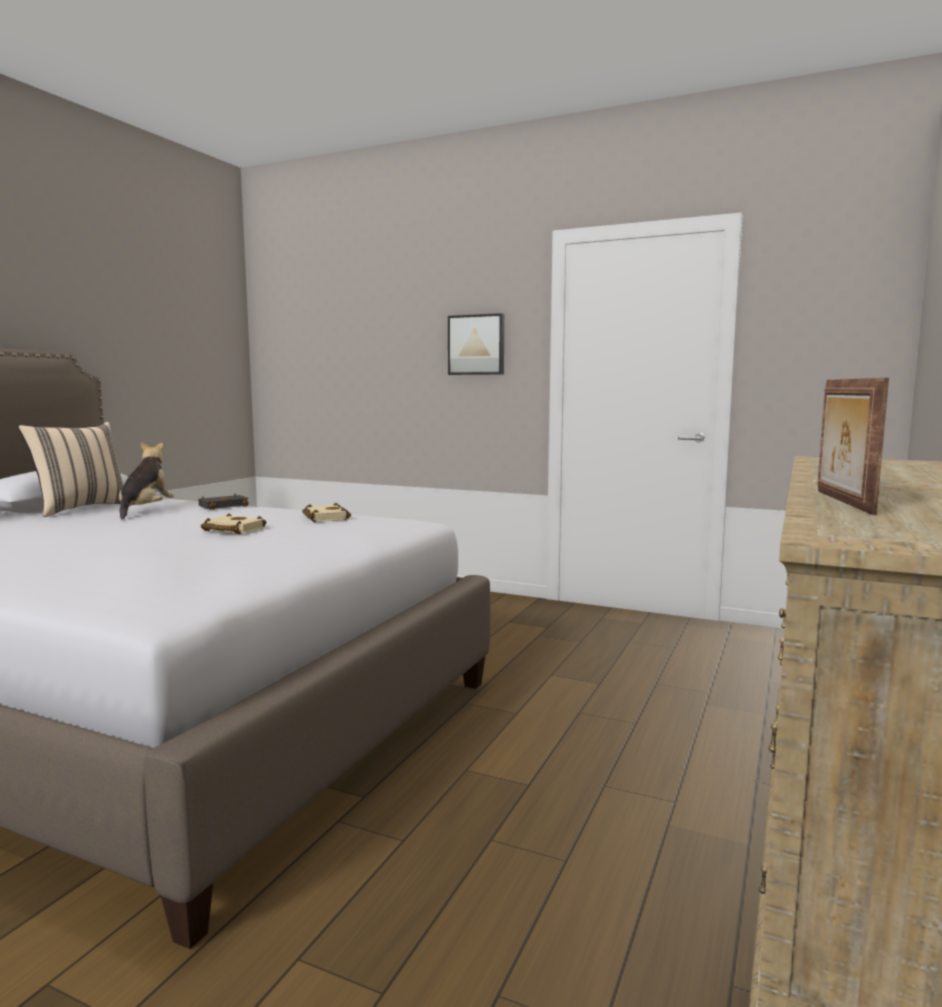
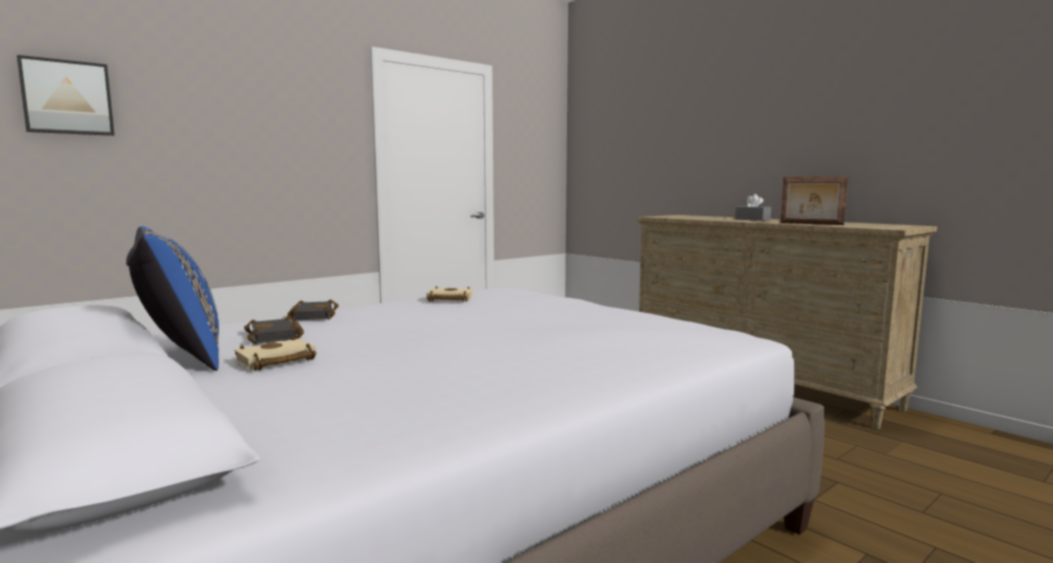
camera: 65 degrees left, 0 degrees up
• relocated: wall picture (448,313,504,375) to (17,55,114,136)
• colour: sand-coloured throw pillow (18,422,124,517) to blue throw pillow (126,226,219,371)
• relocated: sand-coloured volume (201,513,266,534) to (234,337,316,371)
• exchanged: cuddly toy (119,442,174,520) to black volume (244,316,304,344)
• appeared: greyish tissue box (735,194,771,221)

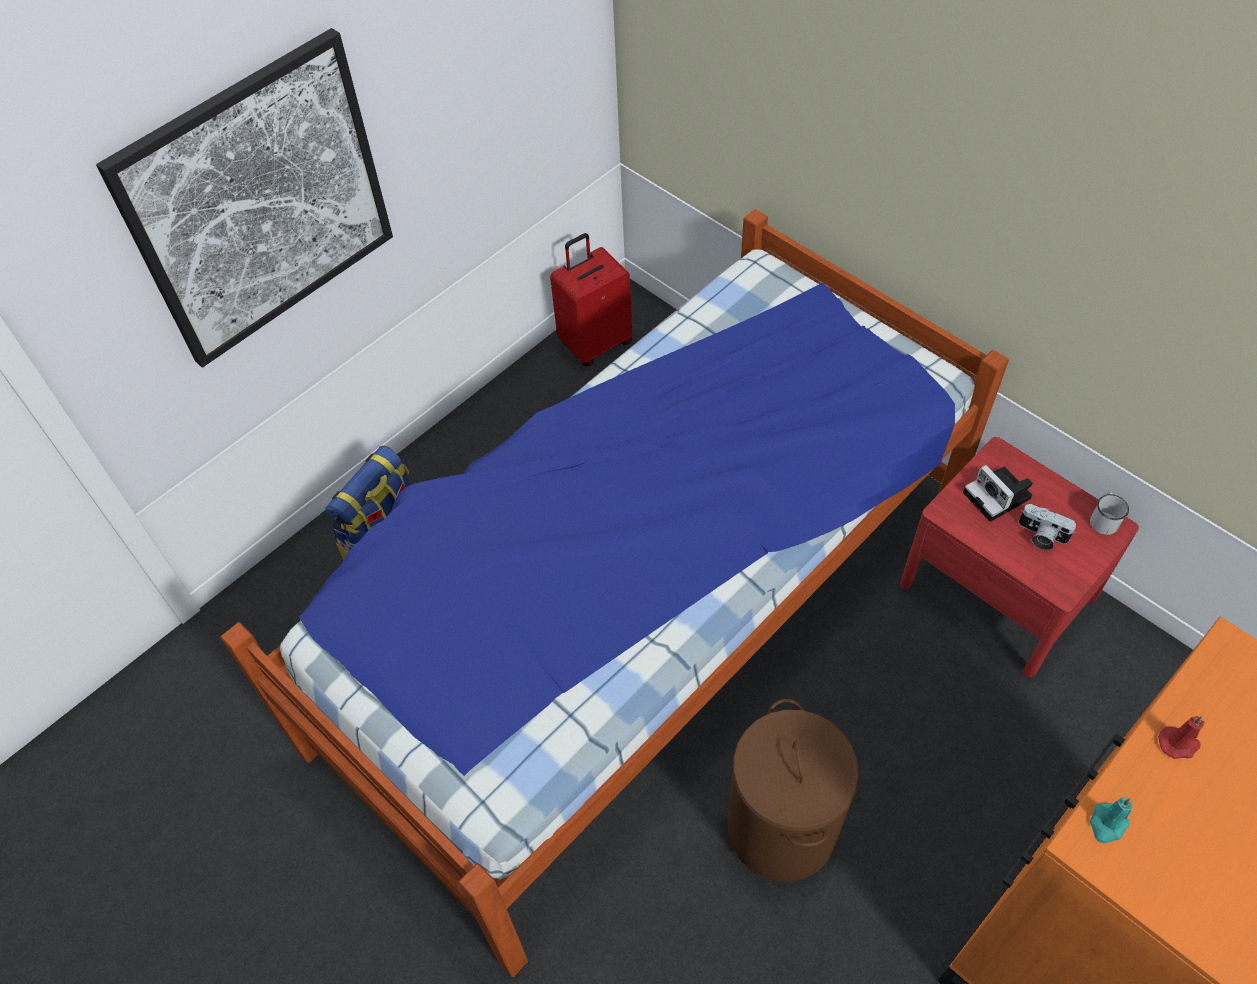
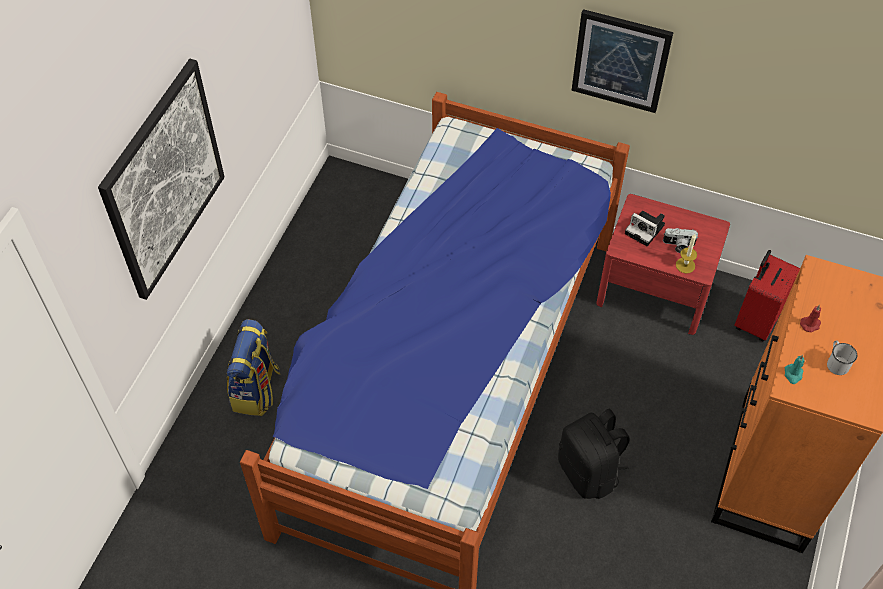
camera: 25 degrees left, 0 degrees up
• exchanged: brownish washing basket (727,699,859,882) to black knapsack (558,409,630,499)
• appeared: wall picture (571,9,674,113)
• appeared: candle (676,234,697,274)
• relocated: red suitcase (550,233,632,366) to (734,250,800,341)
• relocated: whitish coffee mug (1090,492,1129,535) to (827,341,857,375)

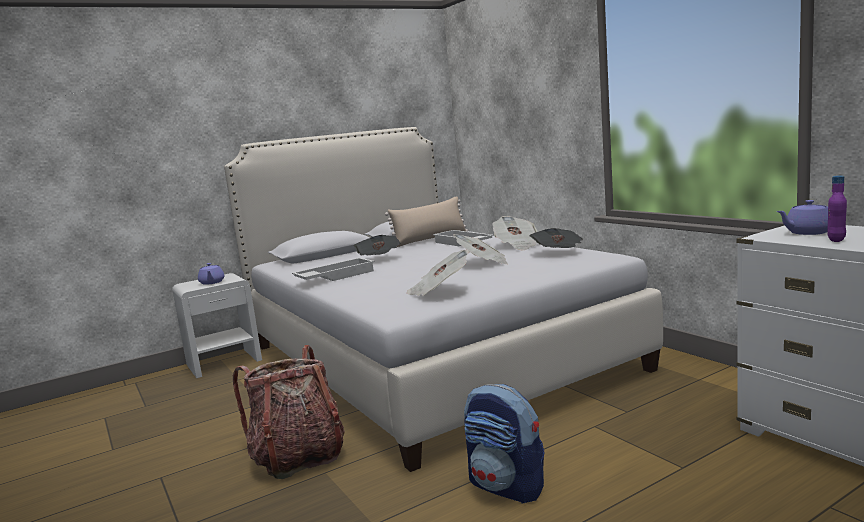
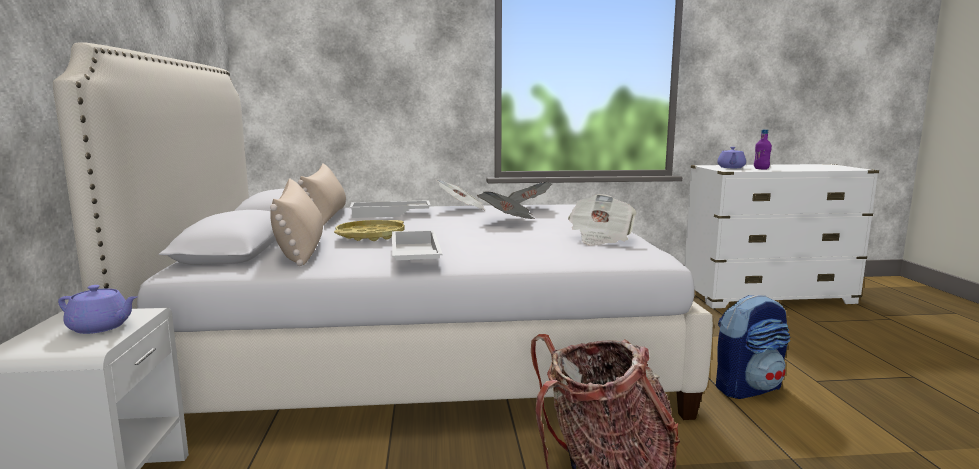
camera: 65 degrees left, 0 degrees up
• appeared: sand-coloured throw pillow (270,178,323,266)
• exchanged: daily paper (354,235,401,255) to yellow-coloured carrying tray (334,220,405,241)

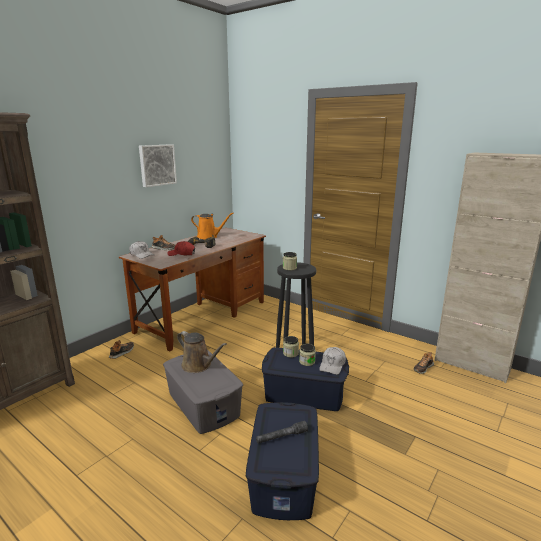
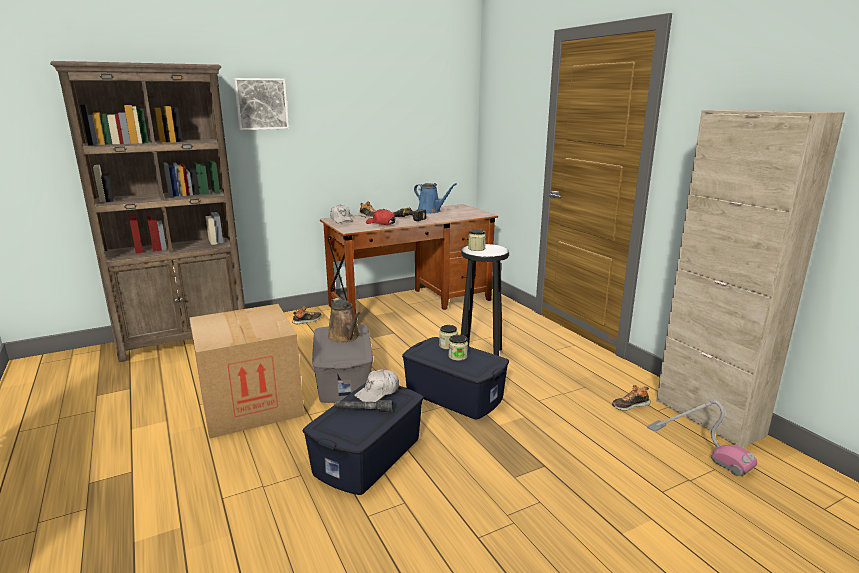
camera: 25 degrees right, 0 degrees up
• appeared: carton (189,304,304,439)
• relocated: wall picture (139,144,177,187) to (234,78,289,130)
• relocated: whitish peaked cap (319,347,346,375) to (354,369,399,402)
• colour: orange-coloured watering pot (191,213,233,239) to blue watering pot (414,183,457,213)
• appeared: vacuum (647,400,757,477)

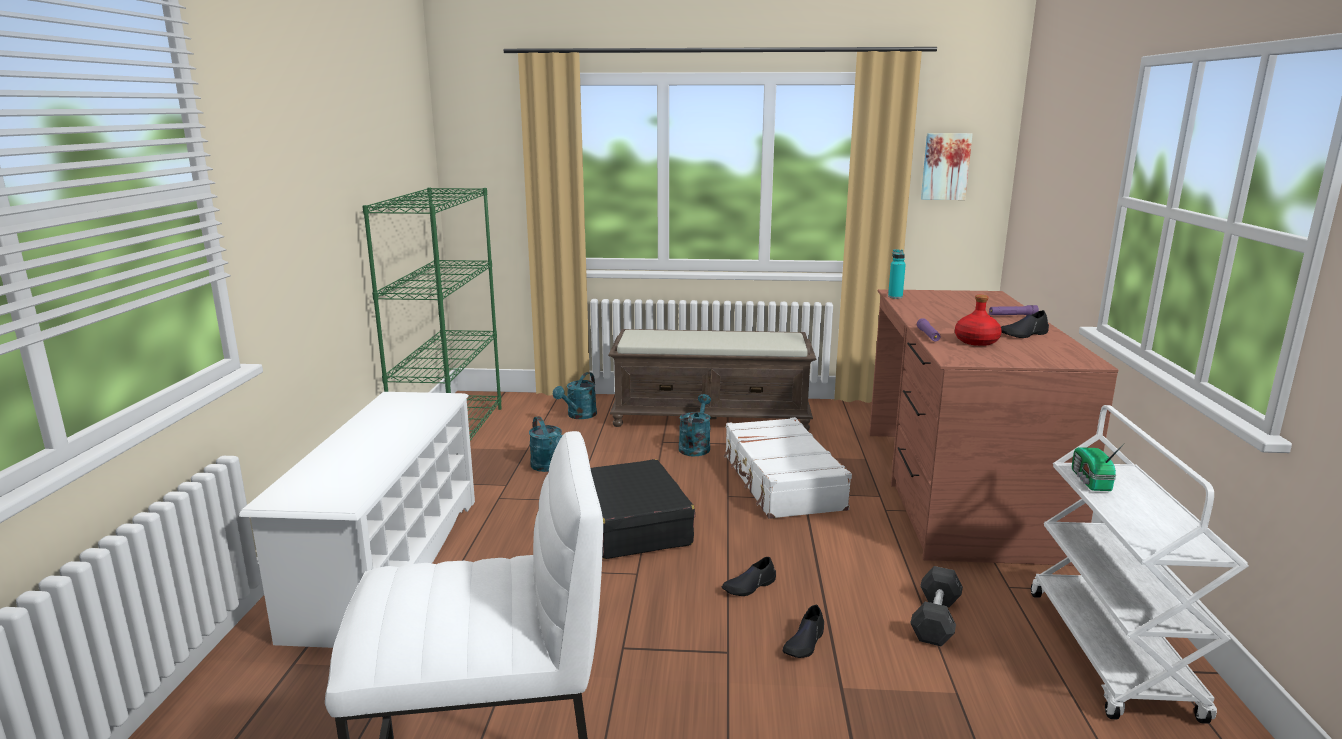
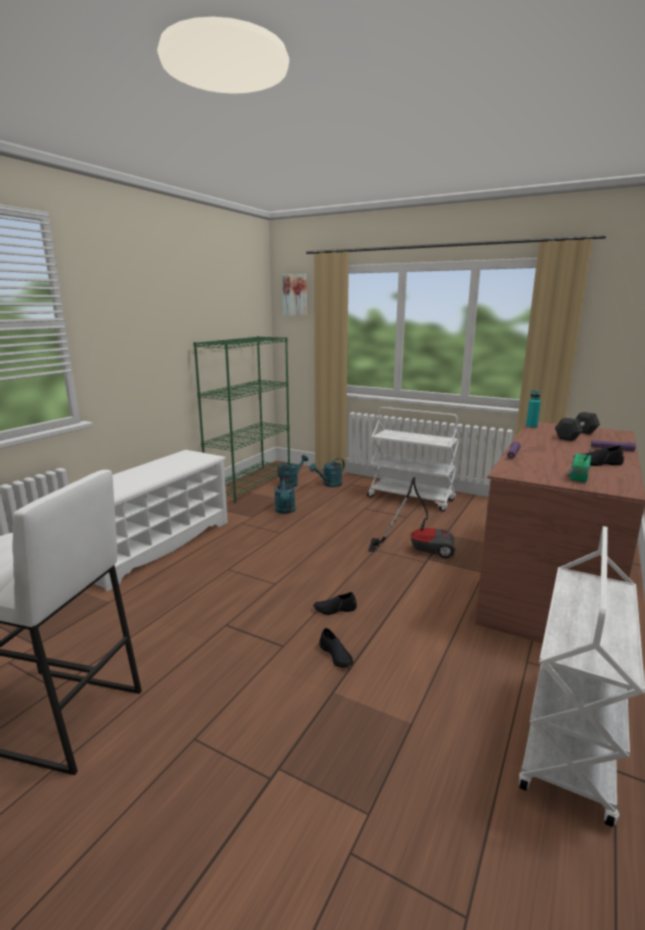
camera: 25 degrees right, 0 degrees up
• relocated: blue-green watering pot (678,394,711,456) to (278,455,308,487)
• relocated: wall picture (921,133,973,200) to (282,274,307,316)
• spun: black shoe (783,605,824,658) = (319,628,353,668) 90 degrees counterclockwise
• exchanged: brownish bench (608,329,816,431) to whitish trolley (367,407,460,512)
• exchanged: whitish suitcase (723,417,852,519) to vacuum (368,477,455,559)
• relocated: greyish hand weight (910,566,963,646) to (555,412,600,441)
• relocated: radio set (1072,444,1124,491) to (568,446,593,482)
• missing: black suitcase (590,459,695,559)
• missing: red beverage bottle (955,295,1002,346)

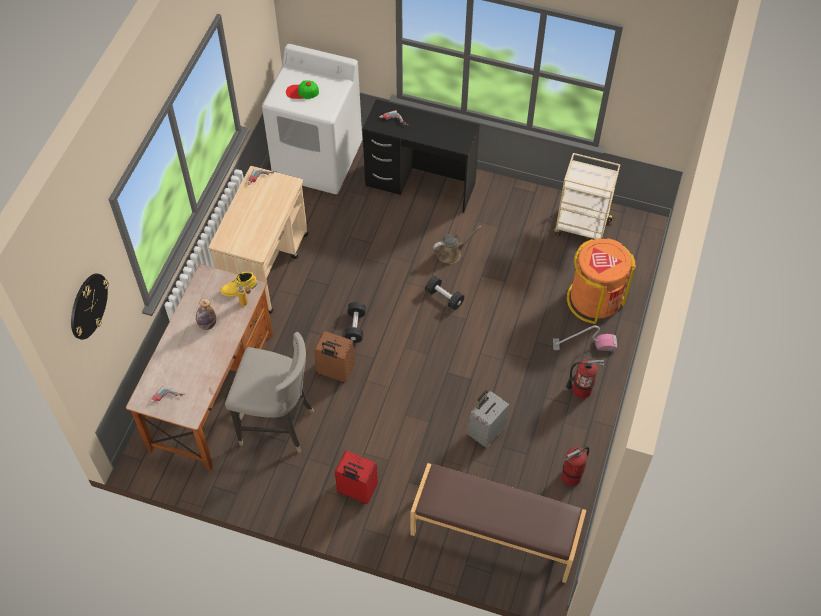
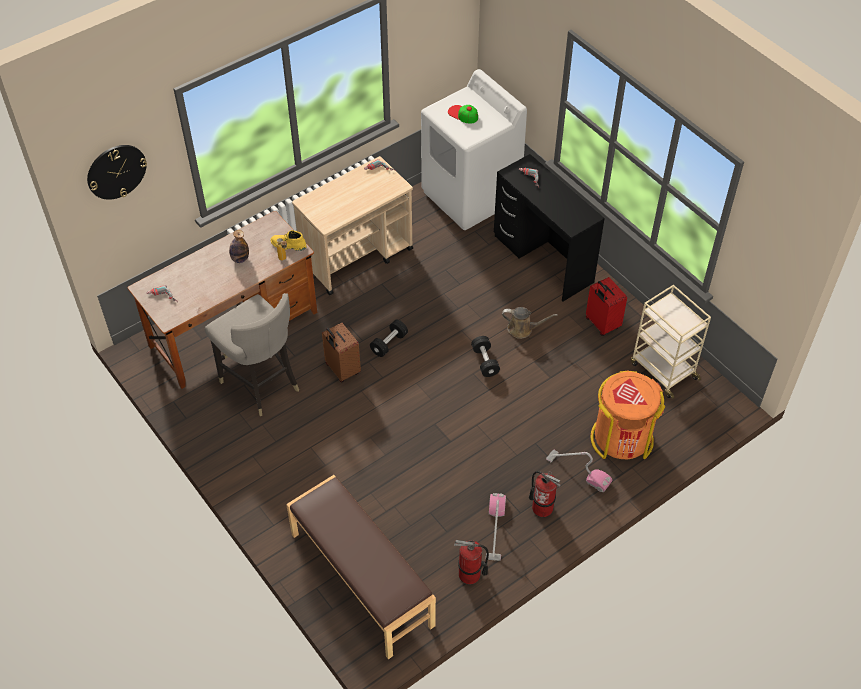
camera: 35 degrees right, 5 degrees down
• appeared: vacuum (486,493,506,561)
• relocated: red suitcase (335,451,378,504) to (586,277,627,336)
• missing: greyish suitcase (468,390,510,448)

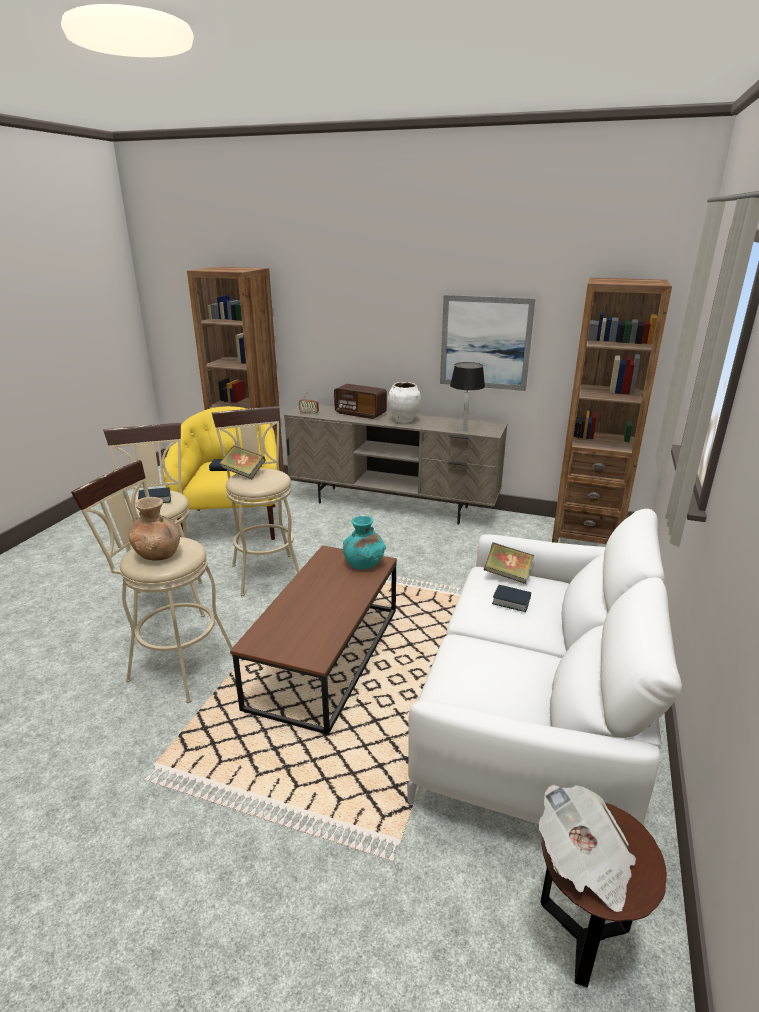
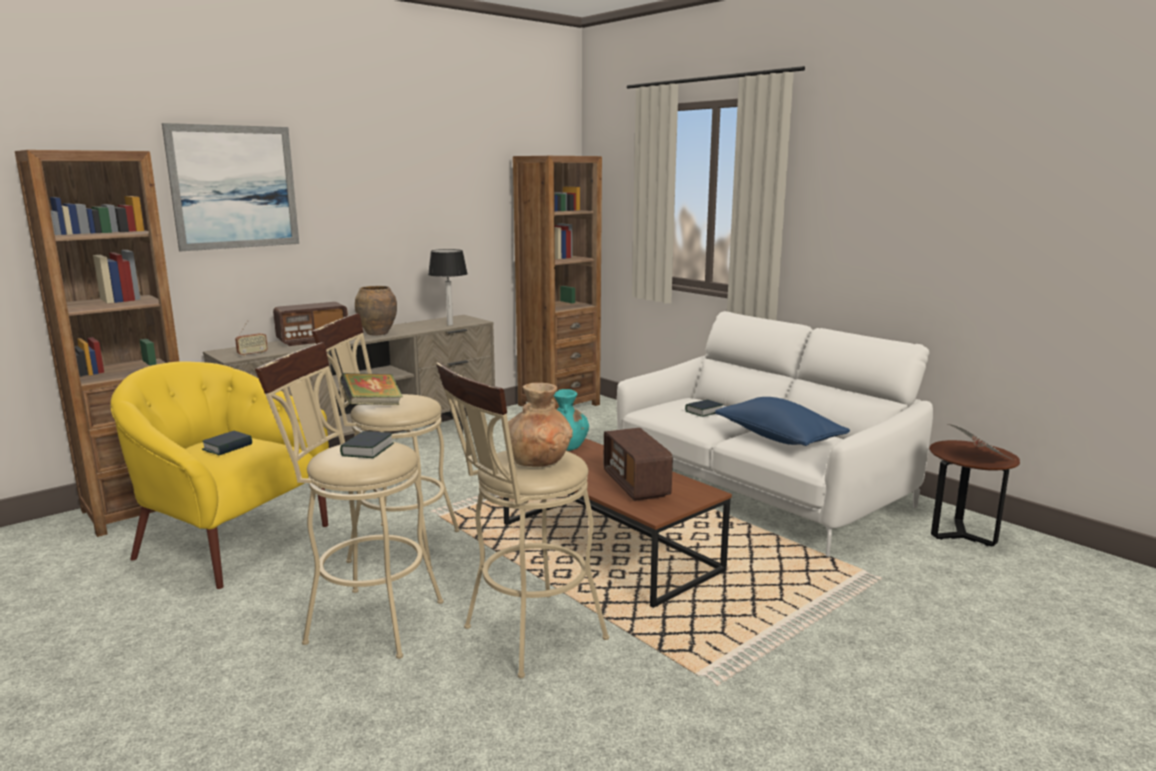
camera: 60 degrees left, 10 degrees down
• relocated: wall picture (440,295,535,391) to (162,123,299,251)
• colour: whitish decorative vase (388,382,421,423) to brownish decorative vase (355,286,397,336)
• appeared: radio set (603,428,673,501)
• appeared: blue throw pillow (715,397,850,446)
• missing: volume (484,542,534,584)

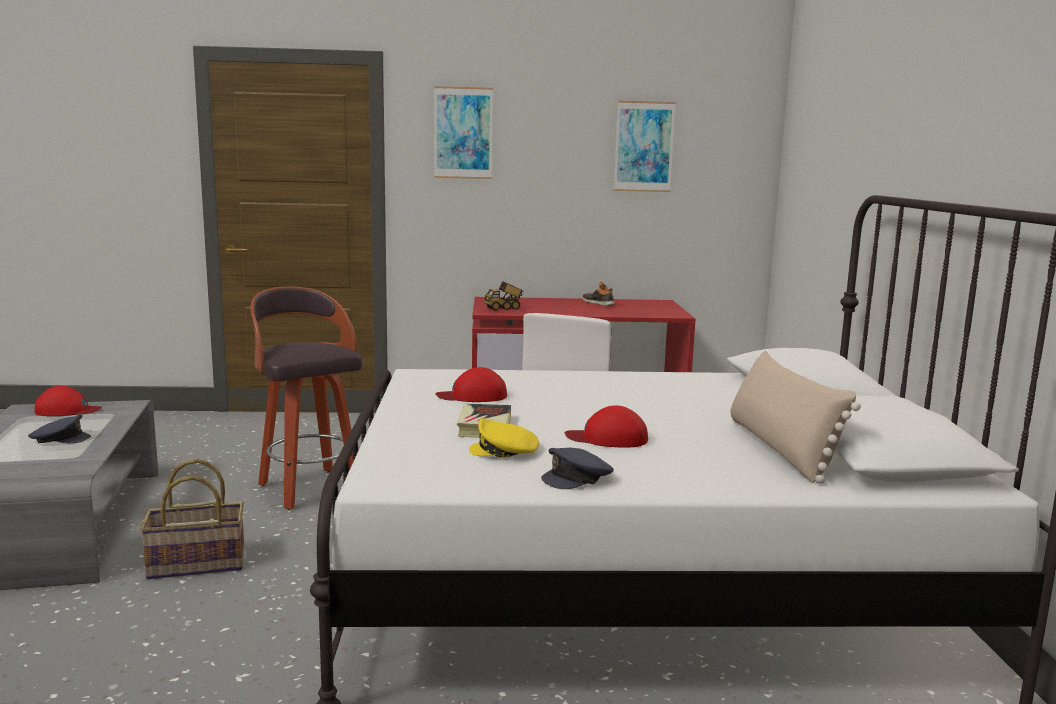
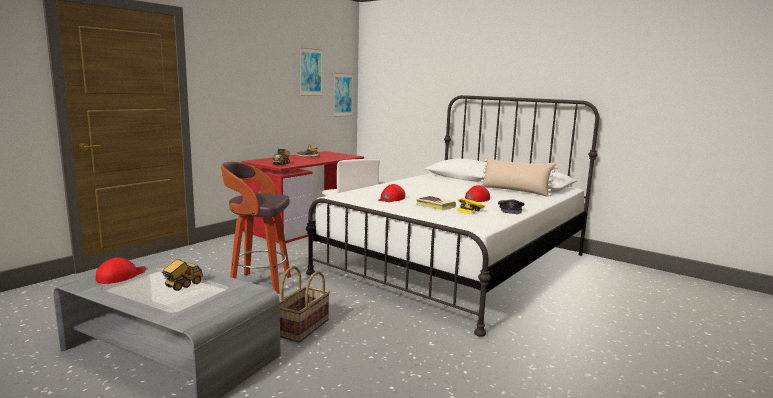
camera: 50 degrees left, 0 degrees up
• exchanged: greyish peaked cap (28,415,91,443) to toy lorry (162,259,203,291)
• relocated: wall picture (434,86,493,179) to (333,73,353,117)

